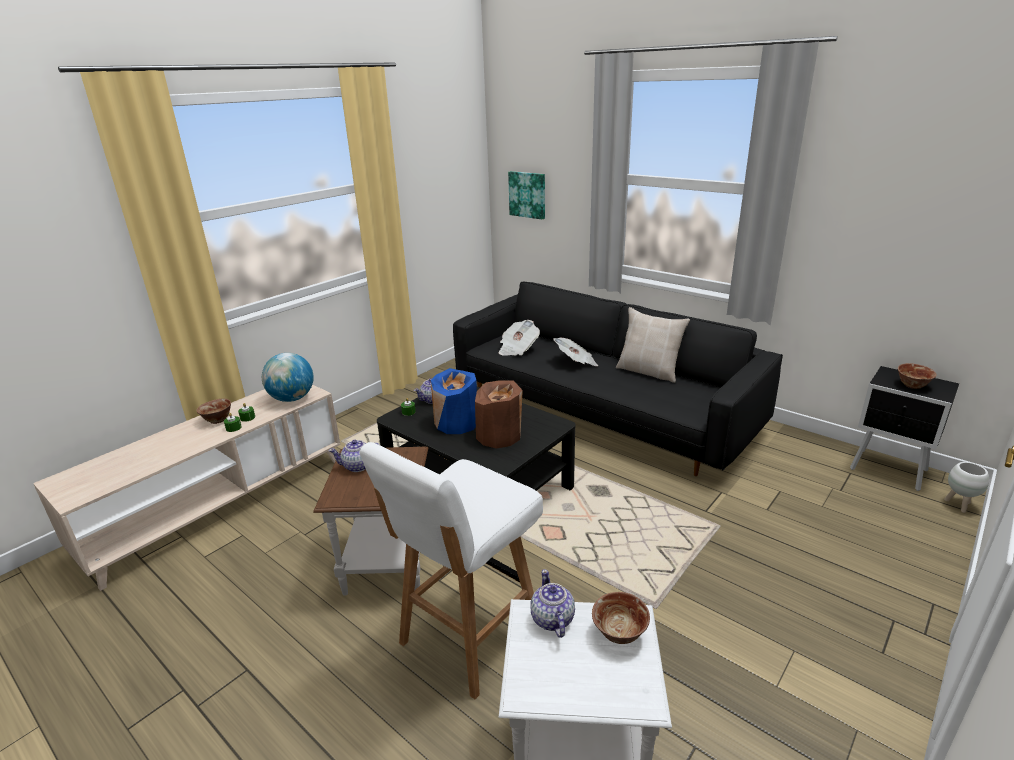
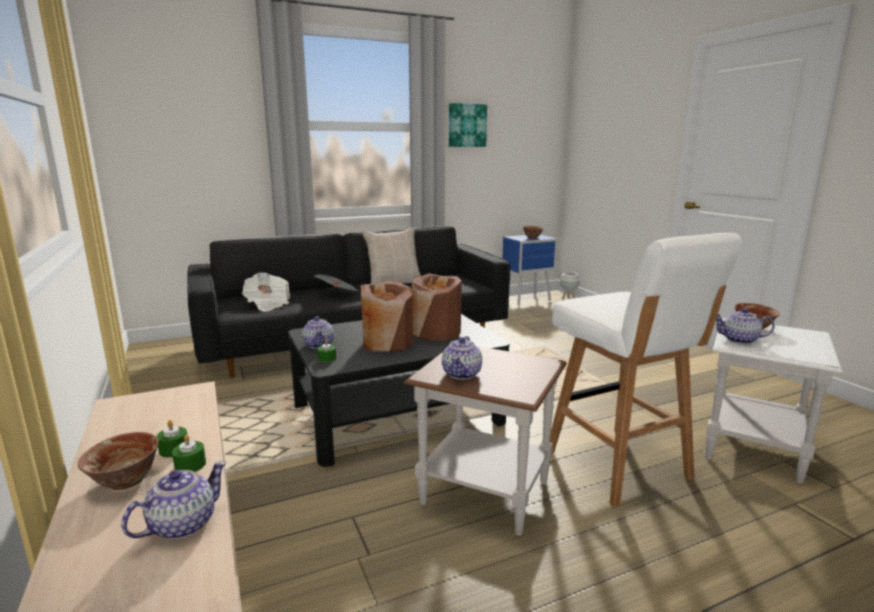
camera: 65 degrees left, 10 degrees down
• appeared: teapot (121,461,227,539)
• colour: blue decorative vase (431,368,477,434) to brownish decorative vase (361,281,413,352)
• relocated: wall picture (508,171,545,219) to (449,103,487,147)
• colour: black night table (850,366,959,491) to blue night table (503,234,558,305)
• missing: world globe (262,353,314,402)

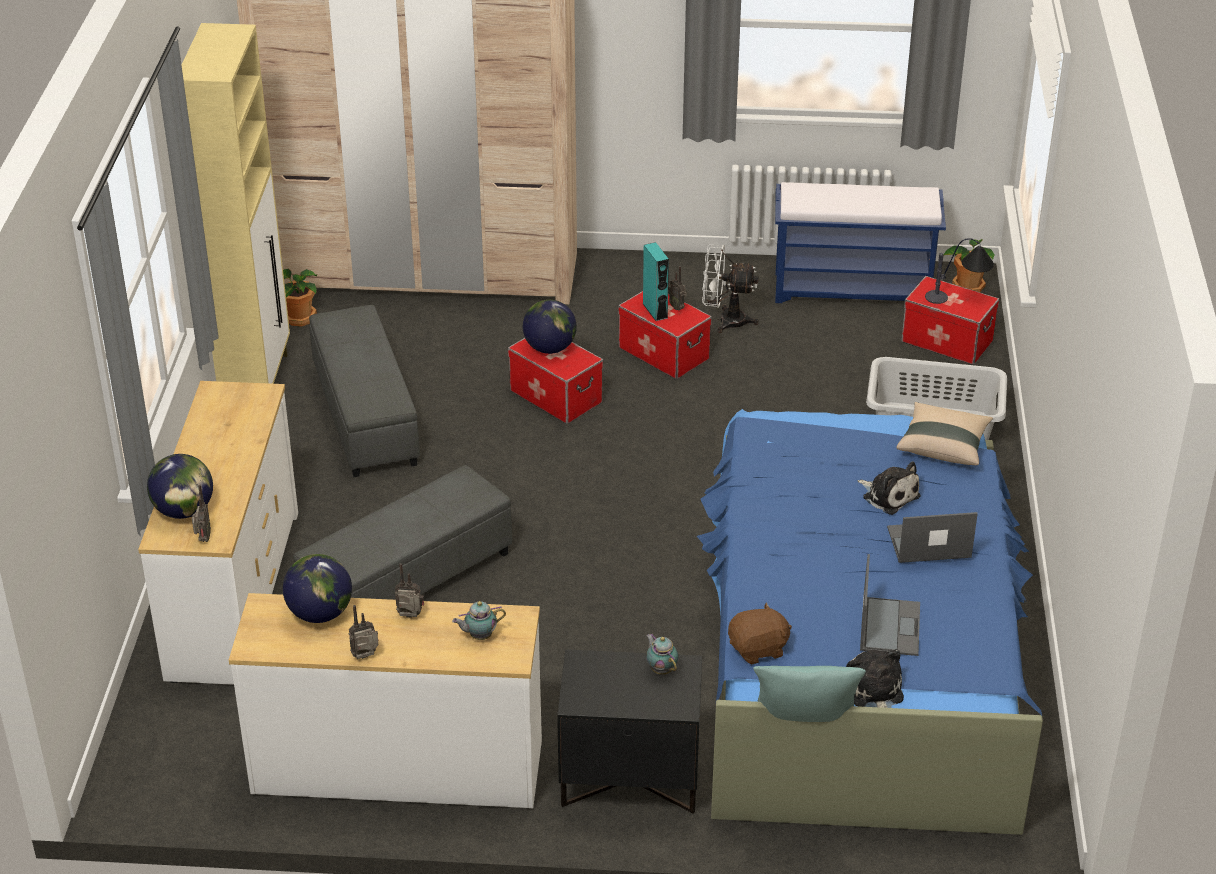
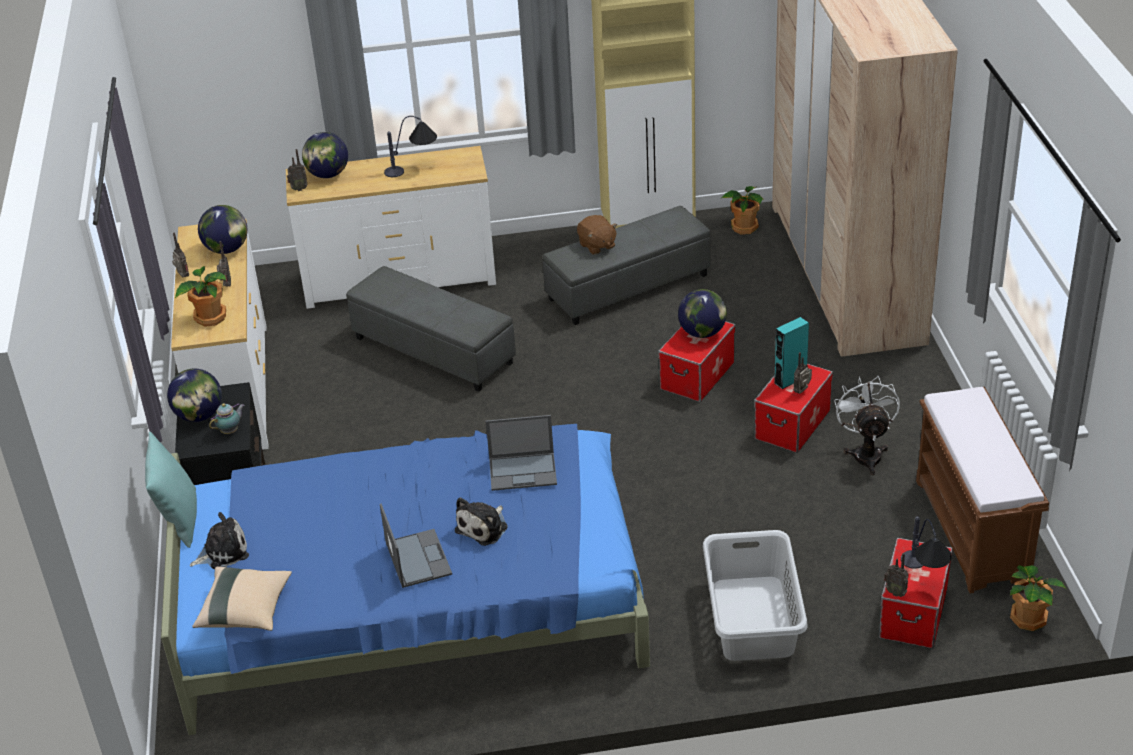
camera: 80 degrees right, 0 degrees up
• appeared: world globe (167,369,222,422)
• exchanged: teapot (452,601,506,640) to potted plant (175,266,226,327)
• relocated: sand-coloured throw pillow (897,402,993,465) to (192,566,292,631)
• appeared: lamp for a table (384,116,437,177)
• relocated: laptop (860,554,920,656) to (486,415,557,491)
• relocated: brownish cuddly toy (728,602,792,664) to (577,215,617,255)
• appeared: radio set (884,553,909,597)
• colour: blue bench (775,182,946,303) to brownish bench (916,387,1049,594)

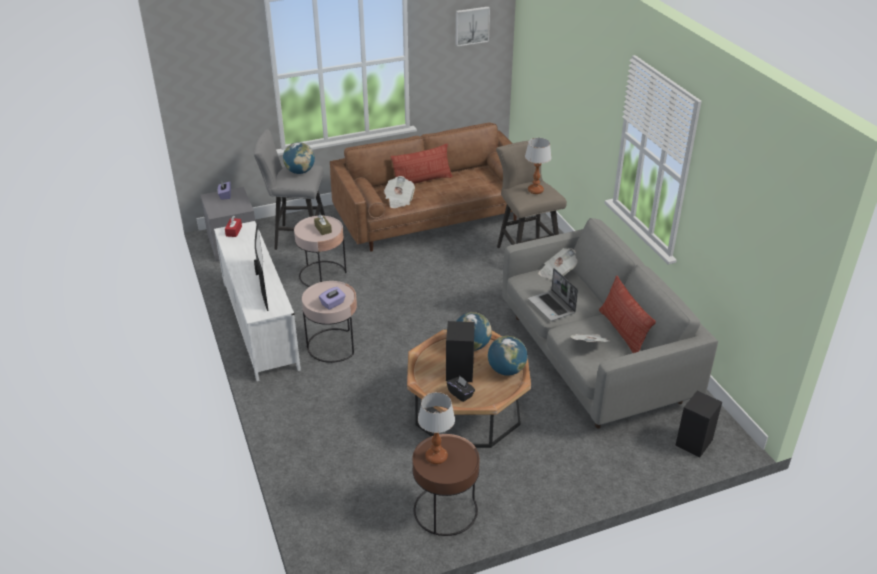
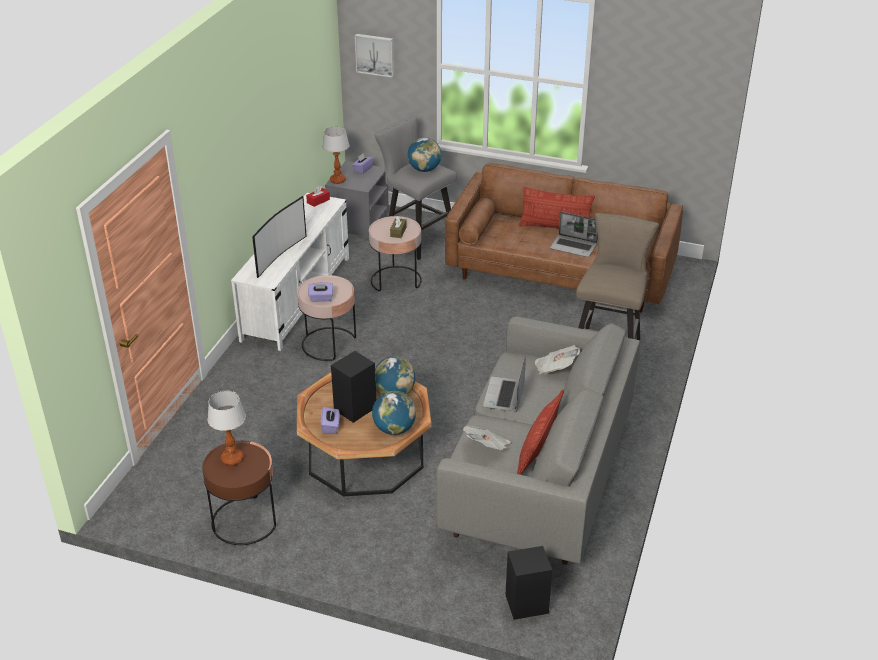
camera: 40 degrees right, 0 degrees up
• colour: black tissue box (447,376,475,402) to purple tissue box (321,407,339,434)
• relocated: lamp for a table (525,138,552,194) to (323,126,349,184)
• relocated: wall picture (456,7,490,47) to (355,34,394,78)
• appeared: laptop (550,212,598,257)
• missing: daily paper (384,176,415,208)

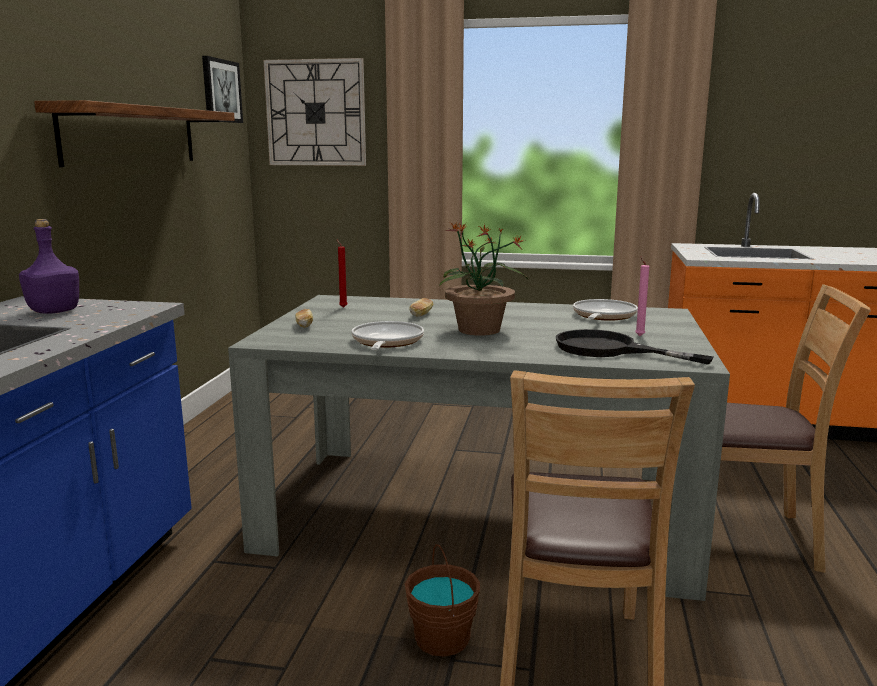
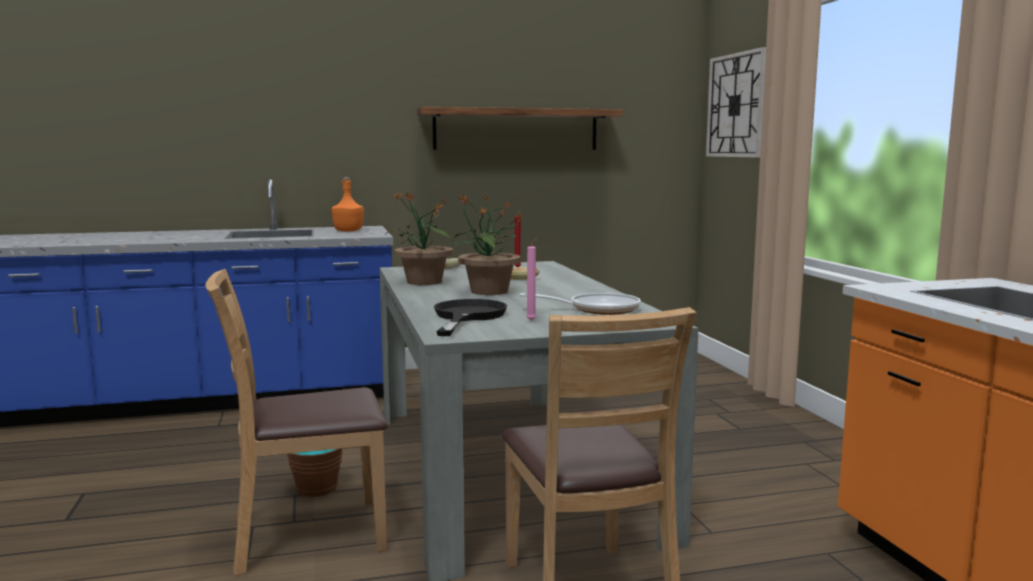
camera: 65 degrees right, 5 degrees down
• colour: purple beverage bottle (19,219,79,314) to orange-coloured beverage bottle (331,176,364,231)
• exchanged: frying pan (351,321,424,350) to potted plant (385,192,453,285)
• missing: wall picture (202,56,243,123)

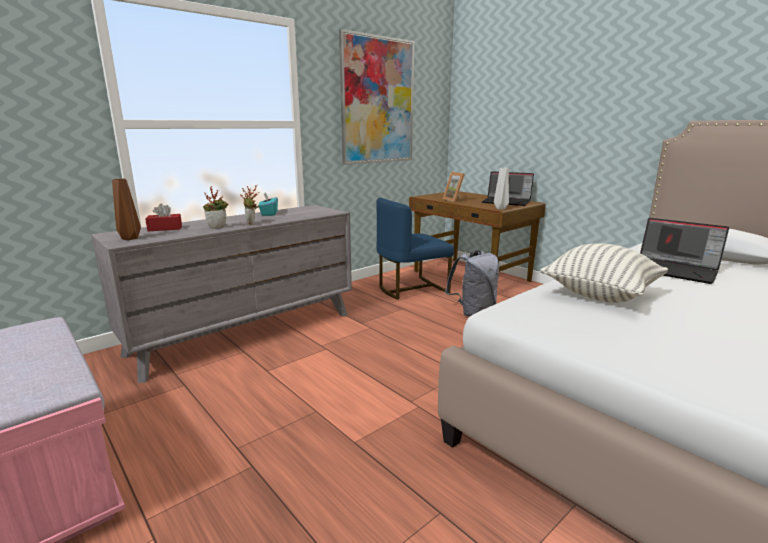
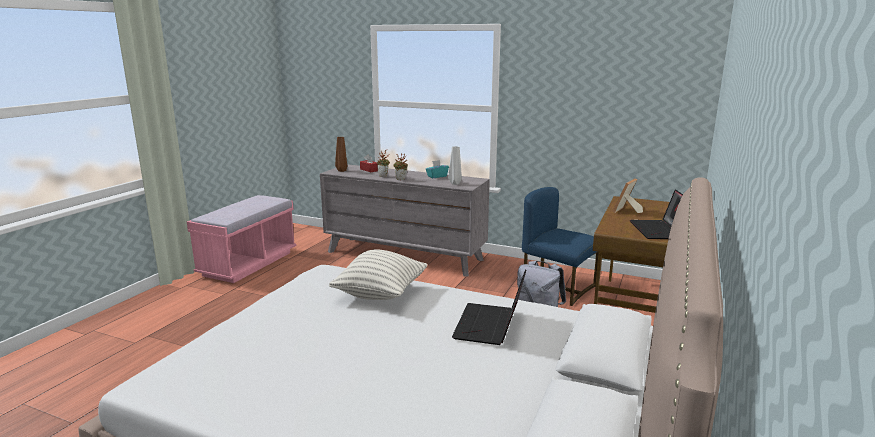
camera: 65 degrees right, 0 degrees up
• relocated: greyish decorative vase (494,168,509,210) to (448,146,462,185)
• missing: wall picture (339,29,414,165)

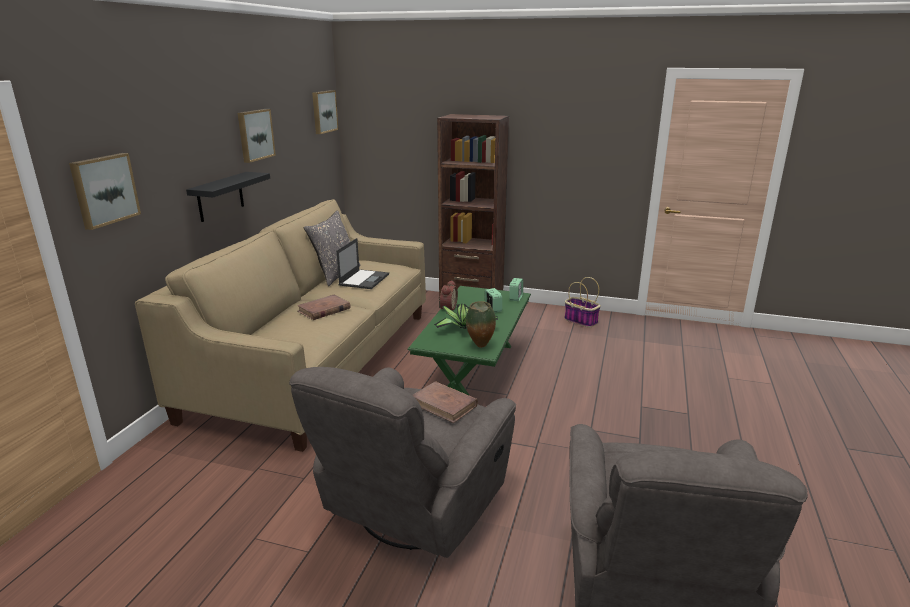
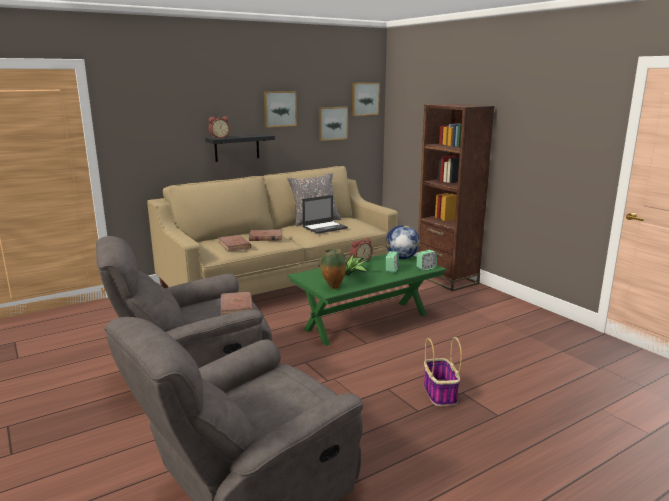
camera: 40 degrees right, 5 degrees down
• appeared: bedside clock (208,116,230,138)
• appeared: brownish volume (218,235,252,252)
• relocated: wall picture (69,153,141,230) to (319,107,348,141)
• appeared: world globe (386,225,420,259)
• relocated: basket (564,277,601,328) to (424,337,462,406)

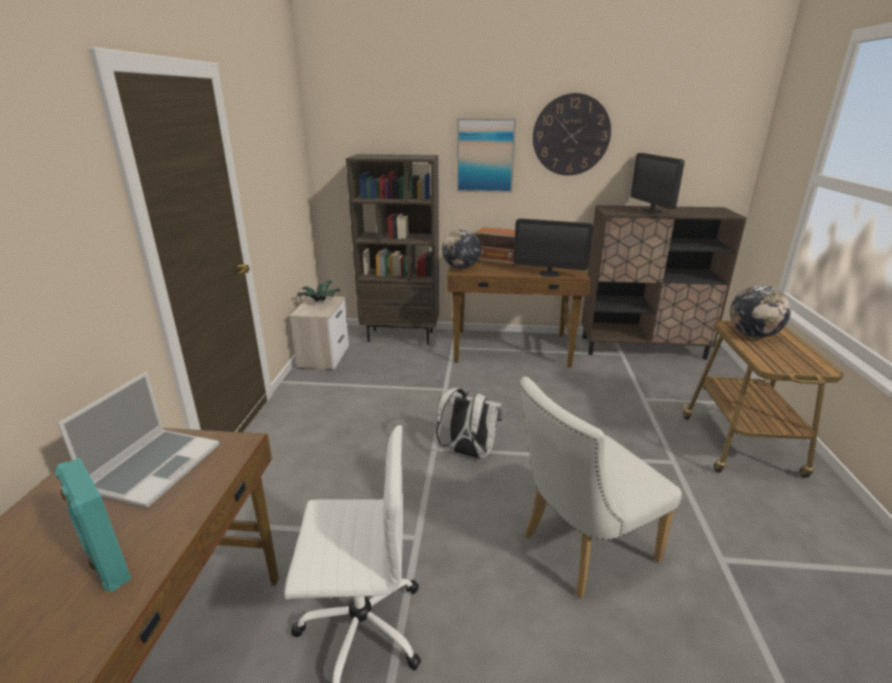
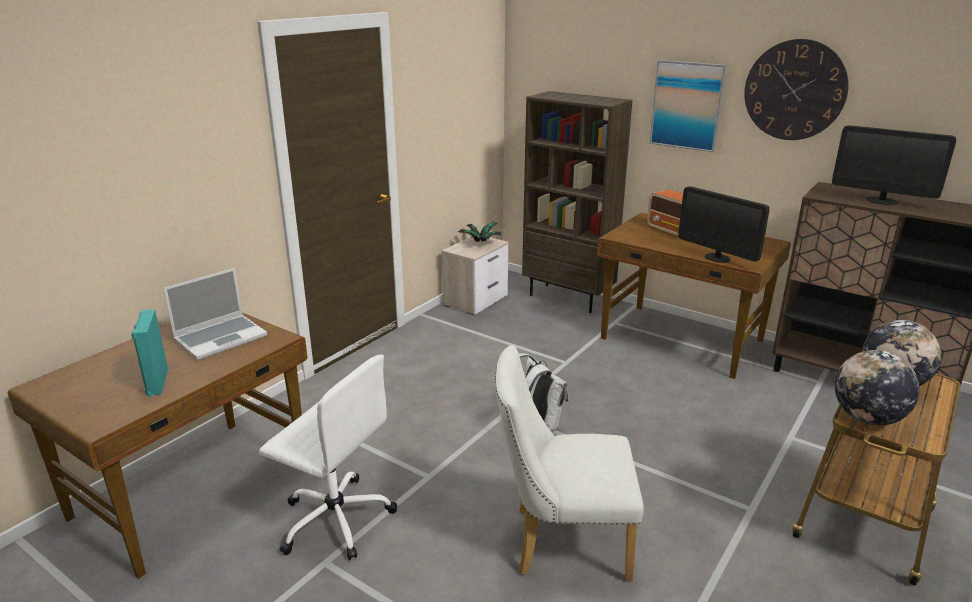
camera: 30 degrees right, 0 degrees up
• spun: computer screen (631,153,684,213) = (832,125,956,205) 75 degrees counterclockwise
• relocated: world globe (442,229,481,269) to (835,350,920,425)

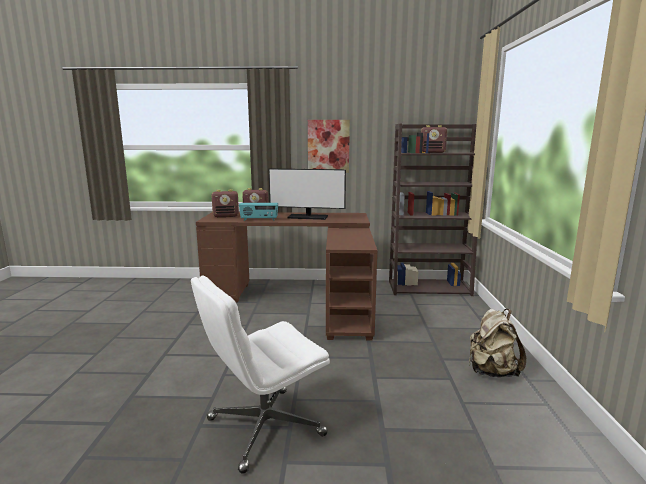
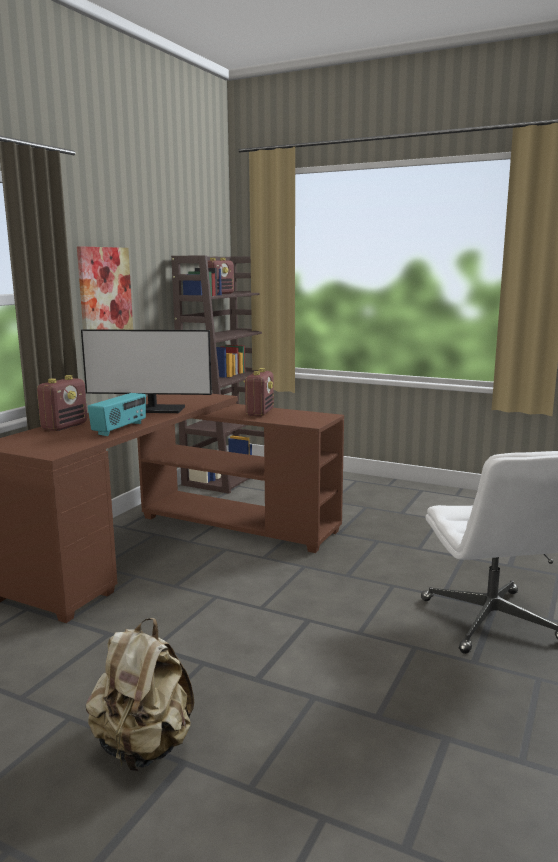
camera: 65 degrees left, 0 degrees up
• spun: computer screen (269,168,346,220) = (81,329,212,413) 60 degrees clockwise
• relocated: sand-coloured knapsack (469,309,526,377) to (86,618,194,771)
• relocated: radio set (211,189,239,217) to (243,368,274,417)

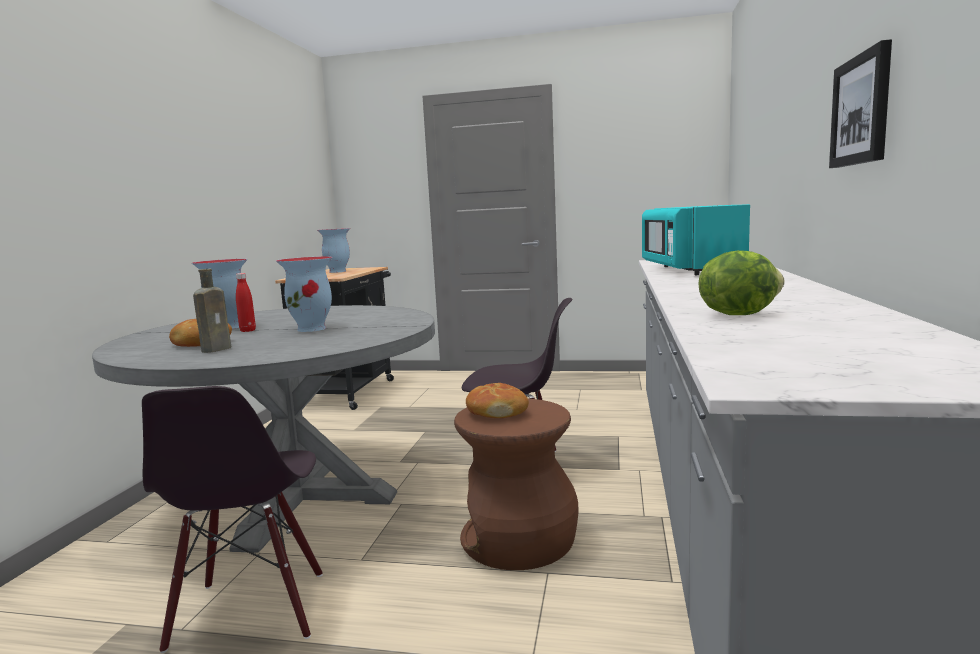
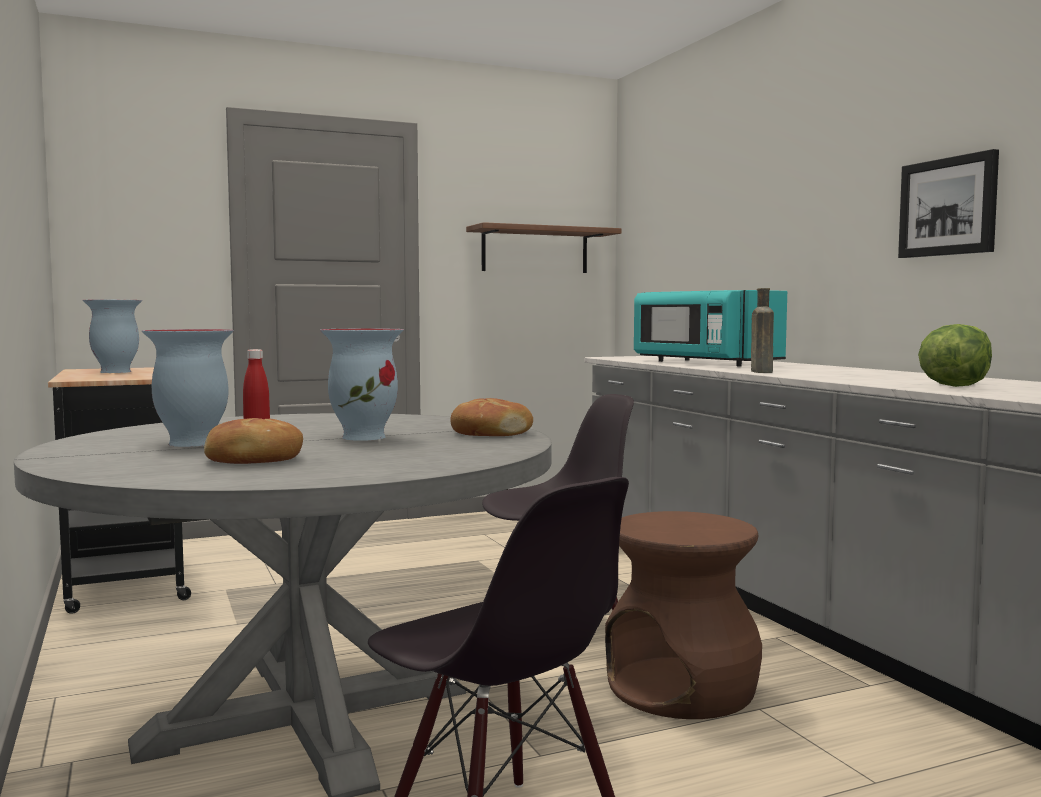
camera: 35 degrees left, 5 degrees down
• relocated: baked bread (466,383,529,418) to (450,398,533,436)
• appeared: brownish bracket shelf (466,222,622,273)
• relocated: brownish beverage bottle (193,269,231,353) to (751,288,774,373)

